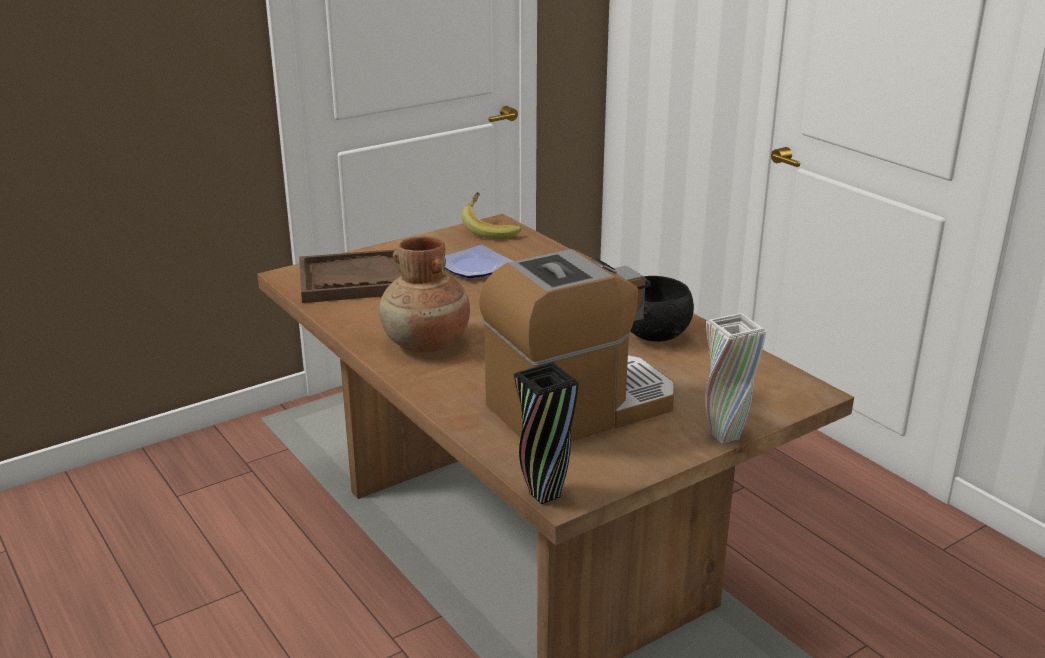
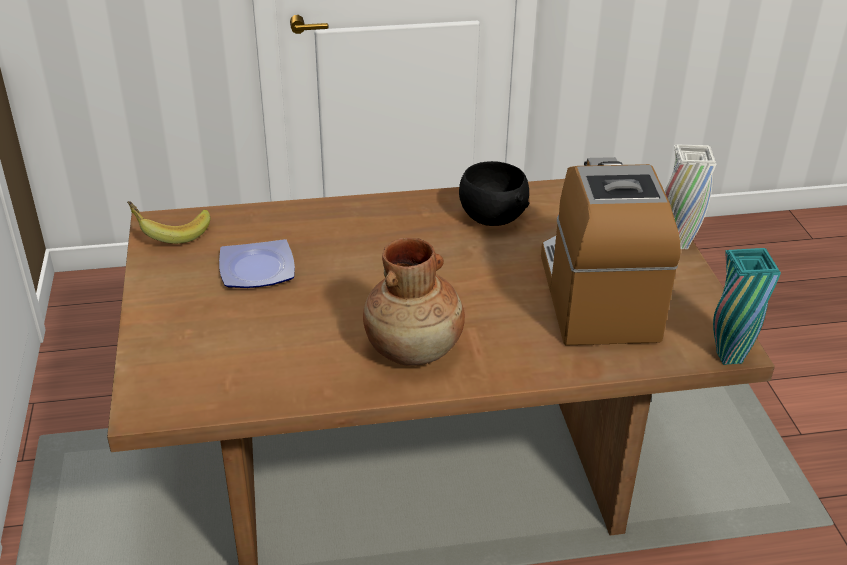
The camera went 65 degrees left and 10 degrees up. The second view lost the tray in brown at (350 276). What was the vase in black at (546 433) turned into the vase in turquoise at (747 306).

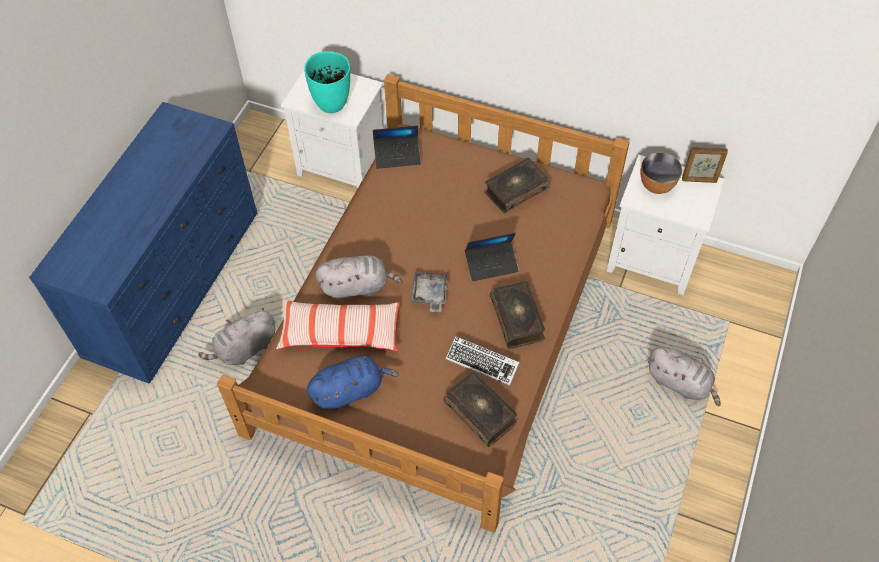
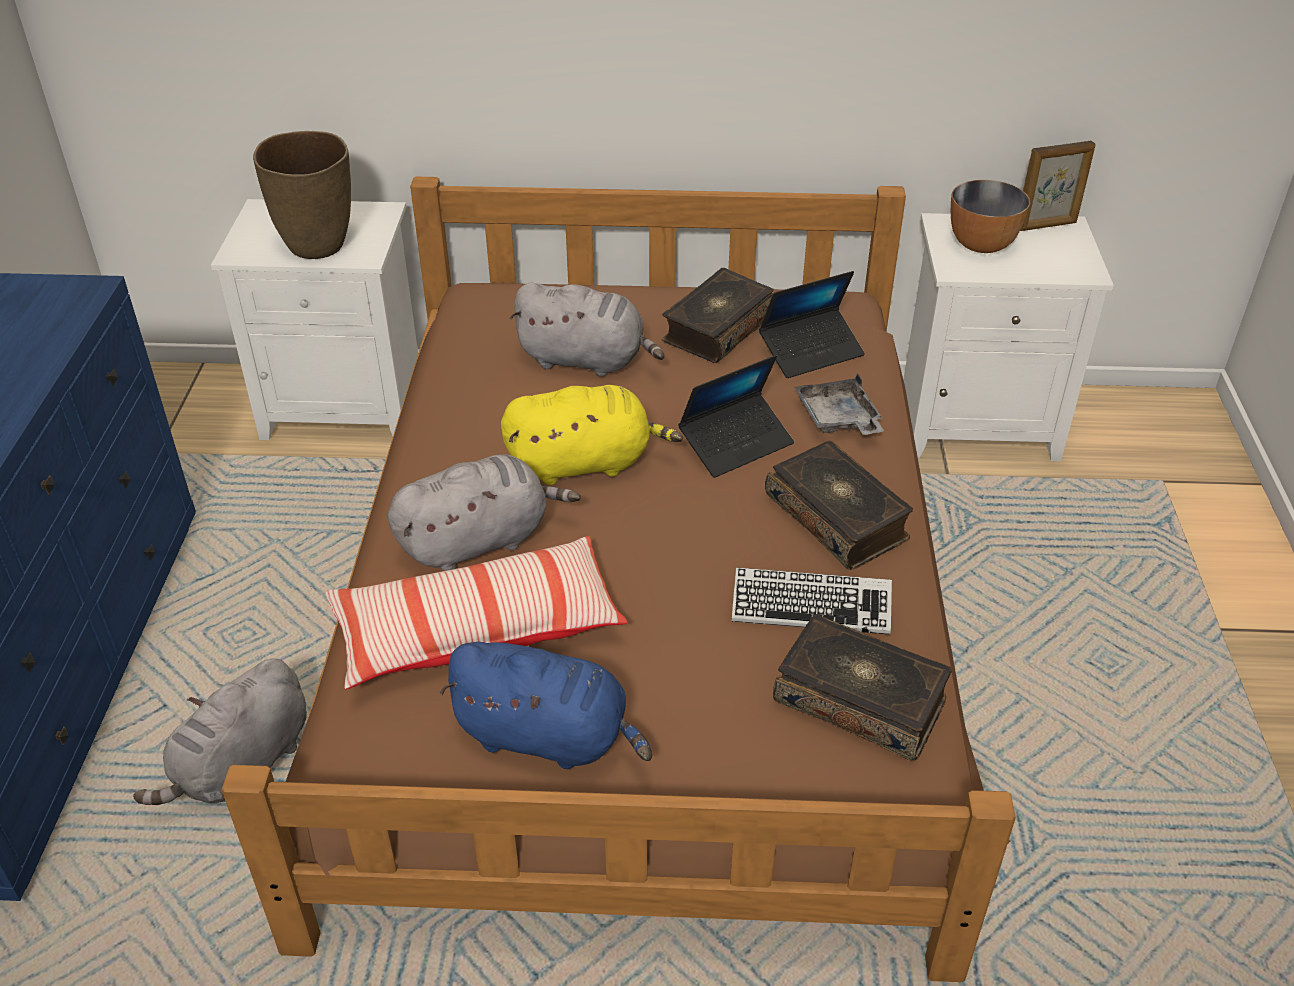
The camera went 20 degrees left and 15 degrees down. The second view gained the plush toy in yellow at (592 435). The laptop ended up elsewhere, having gone from (397 147) to (812 324). The tray in grey ended up elsewhere, having gone from (429 292) to (839 404). The plush toy in grey ended up elsewhere, having gone from (684 376) to (587 330). What was the vase in turquoise at (327 82) turned into the vase in brown at (302 195). The plush toy in blue at (353 383) ended up facing another way, 60 degrees clockwise from before.

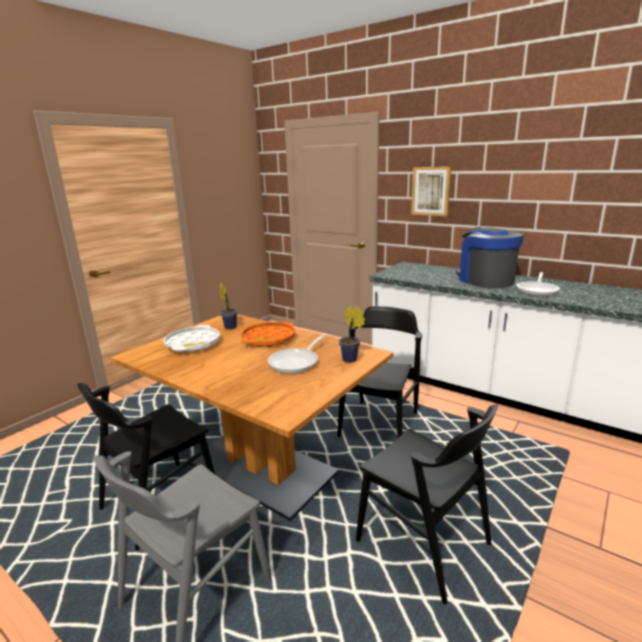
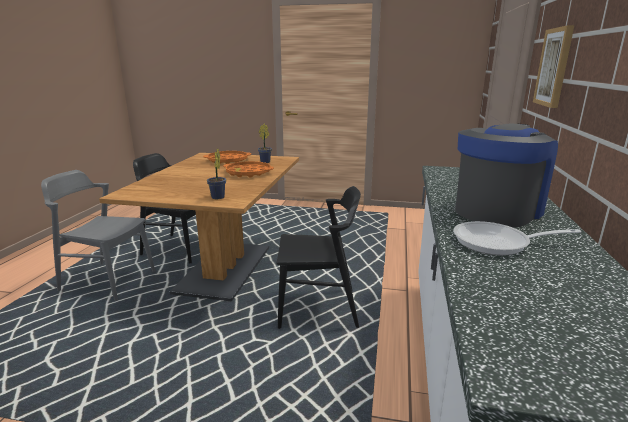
The camera went 65 degrees right and 0 degrees up. The second view lost the frying pan at (297 354). The second view lost the chair in black at (427 504). What was the tray in white at (192 338) turned into the tray in orange at (227 157).

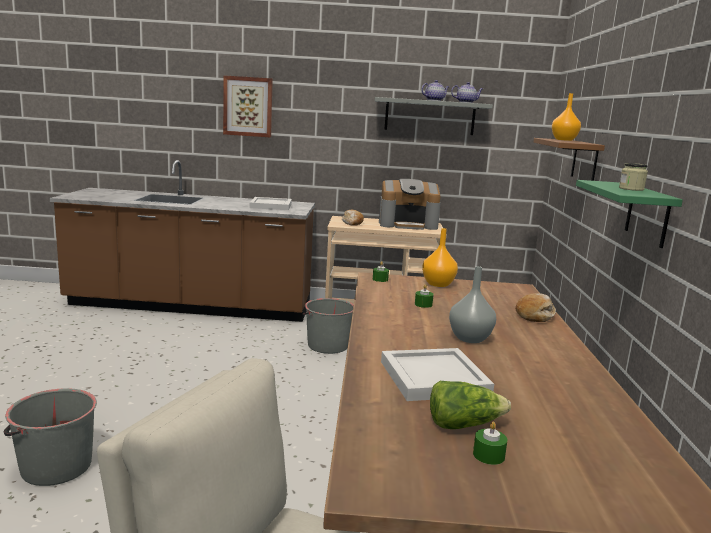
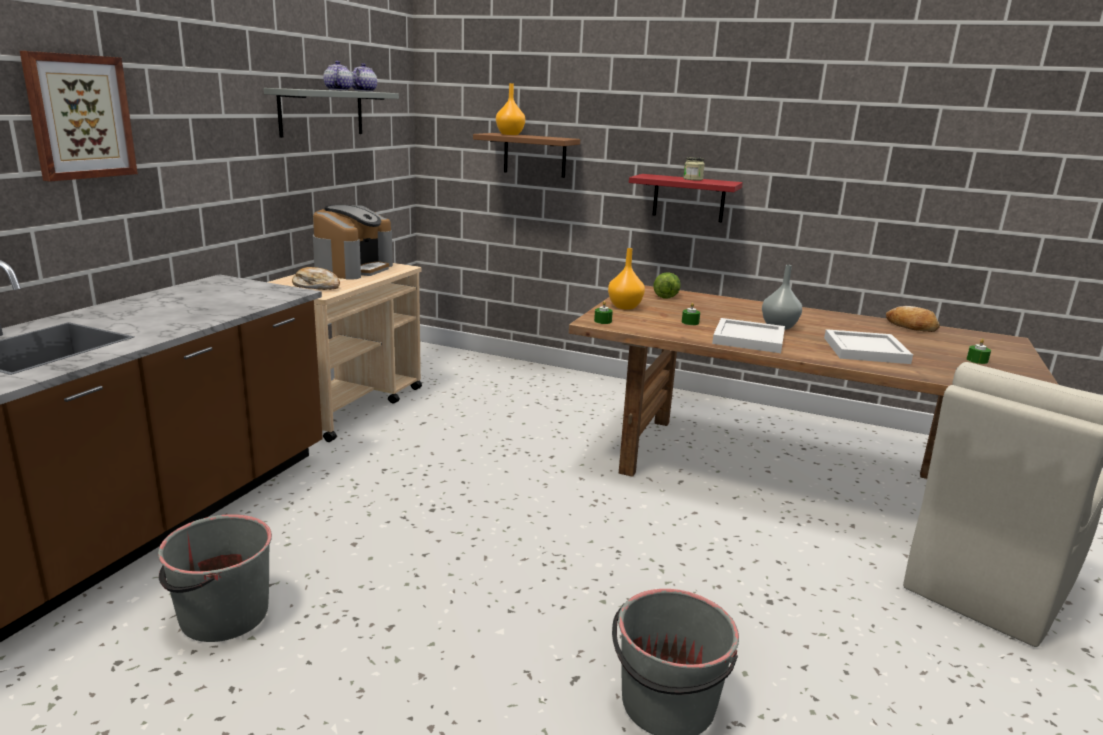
The camera went 70 degrees left and 5 degrees up. The tray in white ended up elsewhere, having gone from (270 203) to (748 335). The bucket in grey ended up elsewhere, having gone from (328 326) to (215 578). The lettuce ended up elsewhere, having gone from (470 405) to (667 286). The bread ended up elsewhere, having gone from (535 307) to (913 319). What was the shelf in green at (629 214) turned into the shelf in red at (686 198).

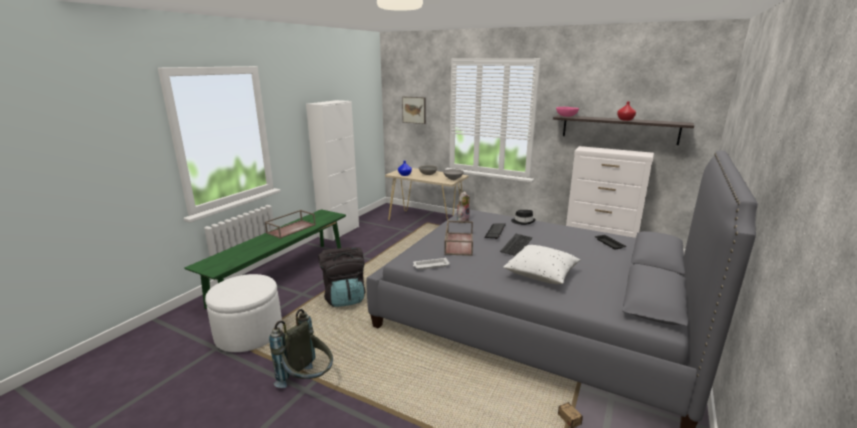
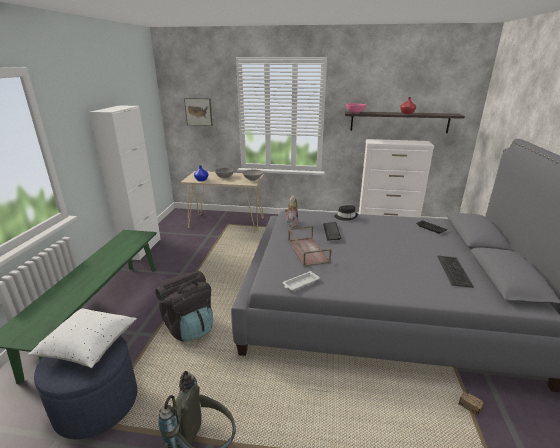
The camera went 20 degrees left and 5 degrees up. The second view lost the tray in brown at (290 224). The keyboard ended up elsewhere, having gone from (516 245) to (455 271). The pillow in white ended up elsewhere, having gone from (541 264) to (82 338). What was the ottoman in white at (243 313) turned into the ottoman in blue at (85 387).

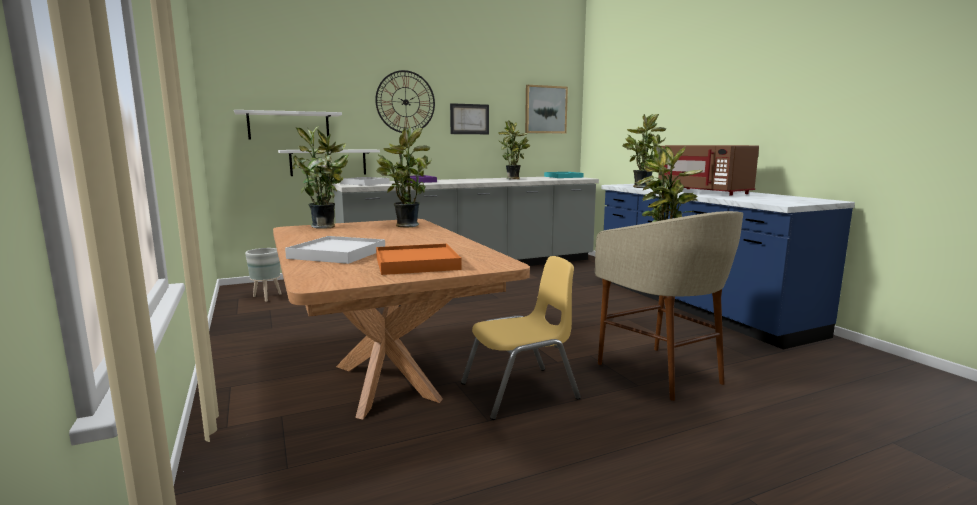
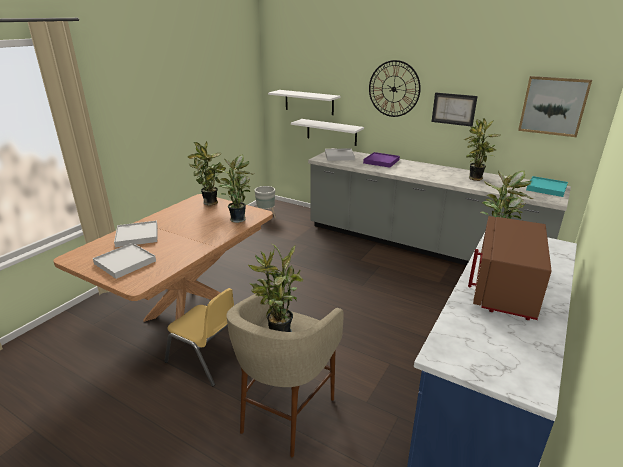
The camera went 55 degrees right and 15 degrees up. What was the tray in orange at (419 259) turned into the tray in white at (124 261).

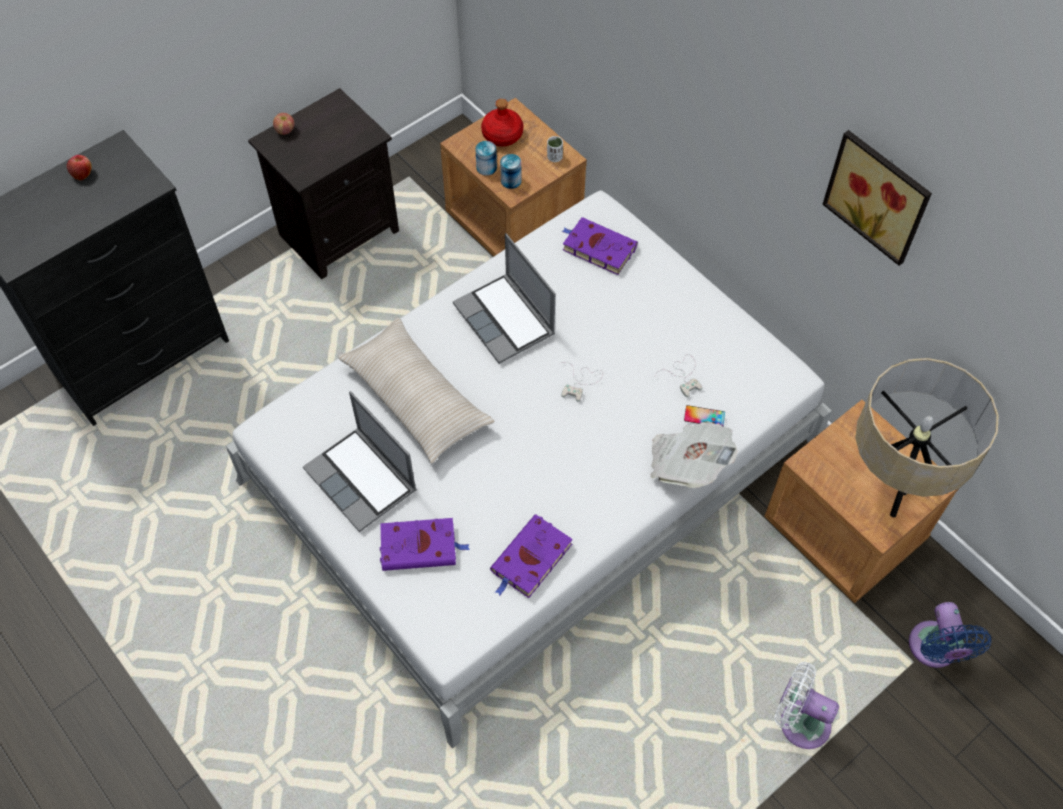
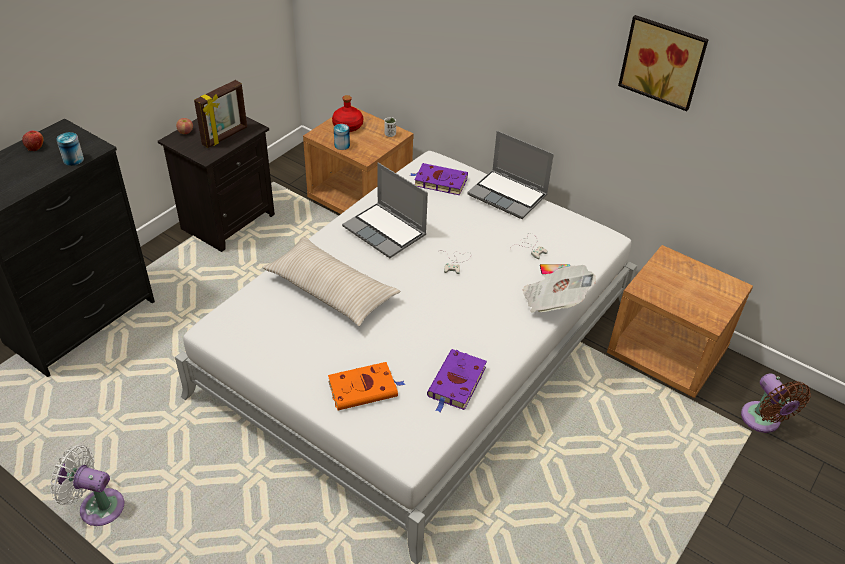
The camera went 15 degrees left and 15 degrees down. The second view lost the table lamp in beige at (927 437). The second view gained the picture frame at (220 114). The laptop ended up elsewhere, having gone from (360 461) to (510 175). The can ended up elsewhere, having gone from (511 171) to (70 149). The fan in white ended up elsewhere, having gone from (806 705) to (87 485). What was the book in purple at (425 544) turned into the book in orange at (367 386). What was the fan in blue at (950 635) turned into the fan in brown at (776 403).

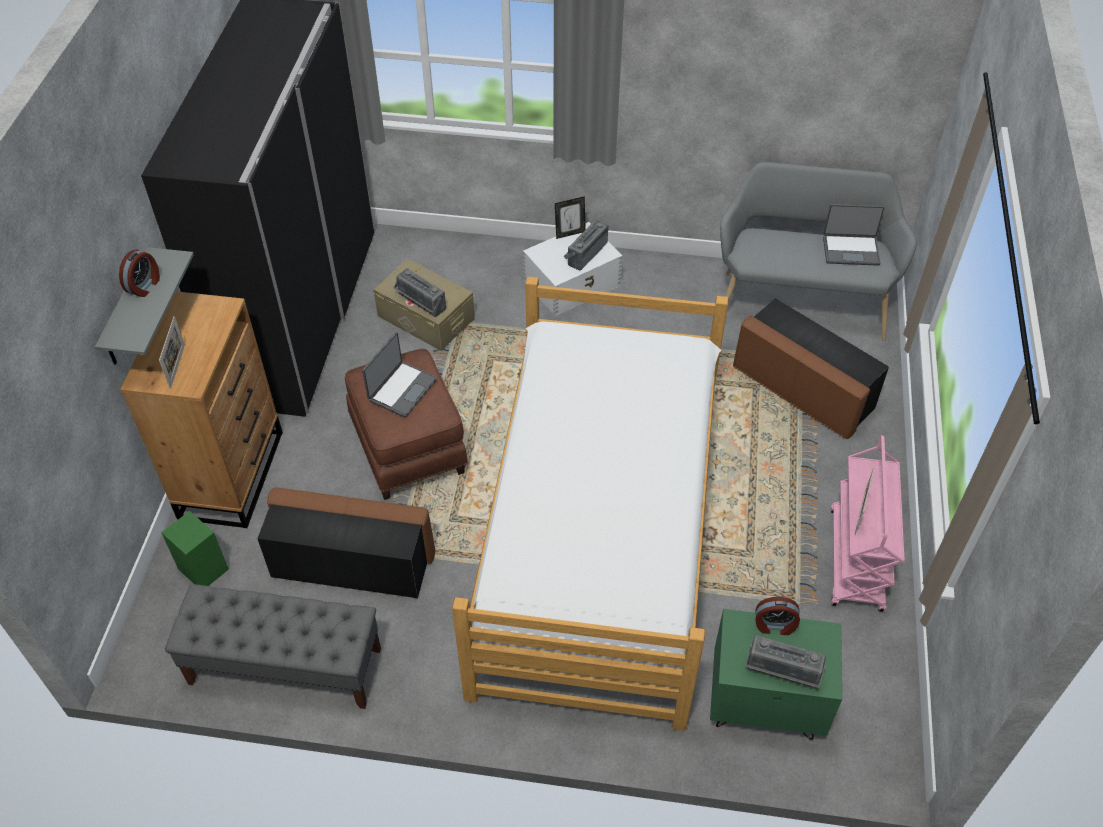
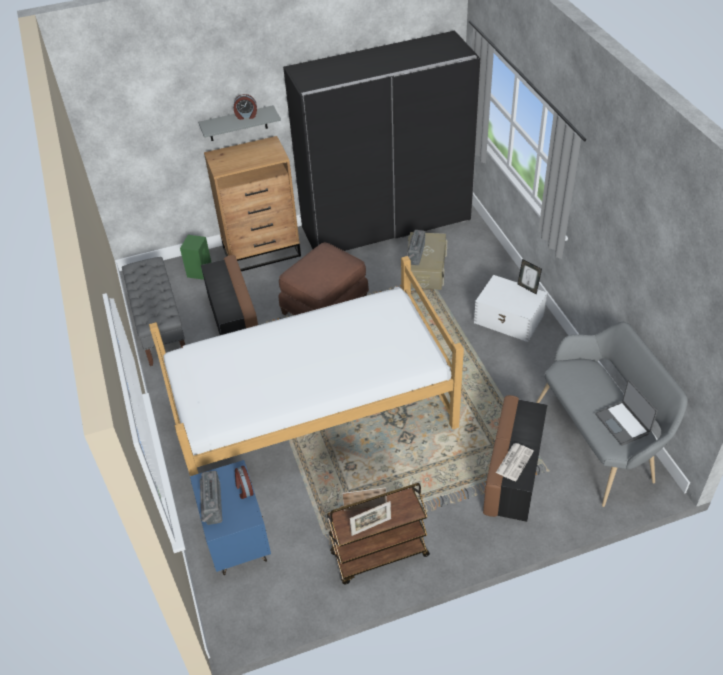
The camera went 65 degrees right and 5 degrees down. The second view lost the laptop at (399 375). The second view lost the radio at (586 244). The second view gained the newspaper at (515 462). The picture frame ended up elsewhere, having gone from (172 352) to (370 518). What was the nightstand in green at (776 674) turned into the nightstand in blue at (230 517). What was the cart in pink at (867 523) turned into the cart in brown at (378 534).

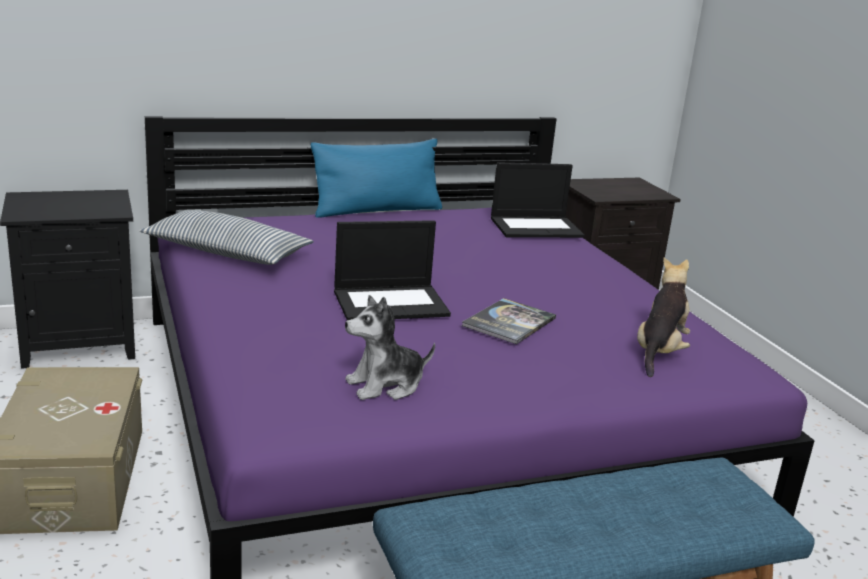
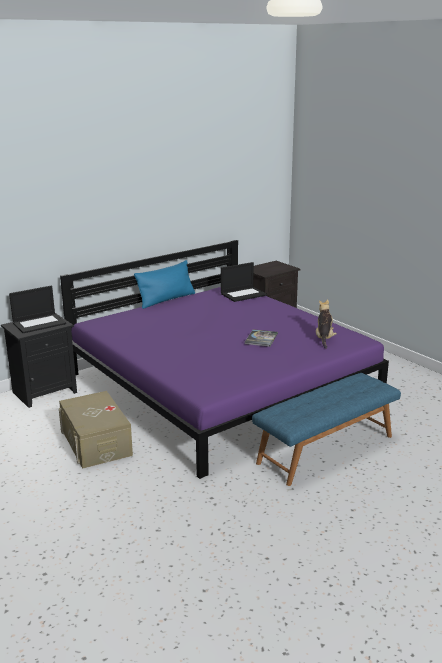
The camera went 15 degrees left and 0 degrees up. The second view lost the pillow at (227 237). The second view lost the plush toy at (390 347). The laptop ended up elsewhere, having gone from (392 270) to (37 309).

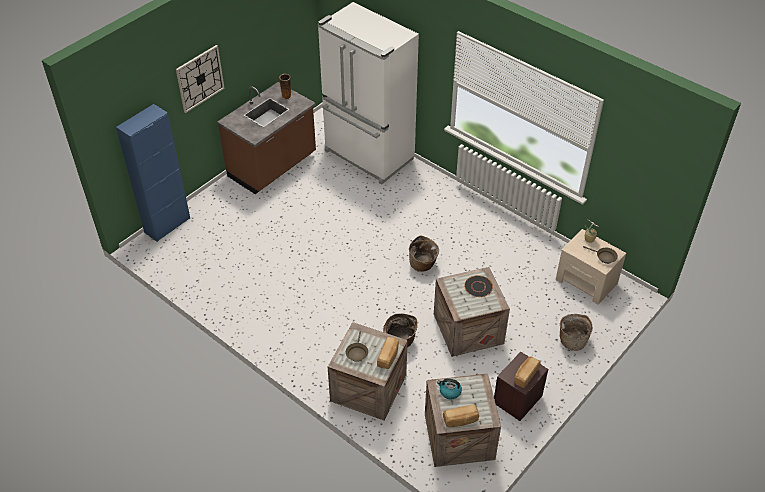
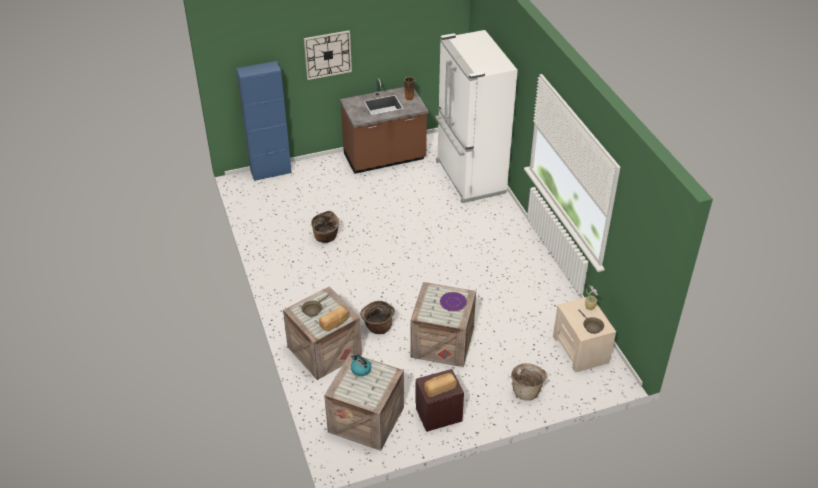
The camera went 30 degrees right and 5 degrees down. The second view lost the bread at (461 416). The basket ended up elsewhere, having gone from (424 254) to (325 227). What was the plate in black at (478 286) turned into the plate in purple at (453 302).

